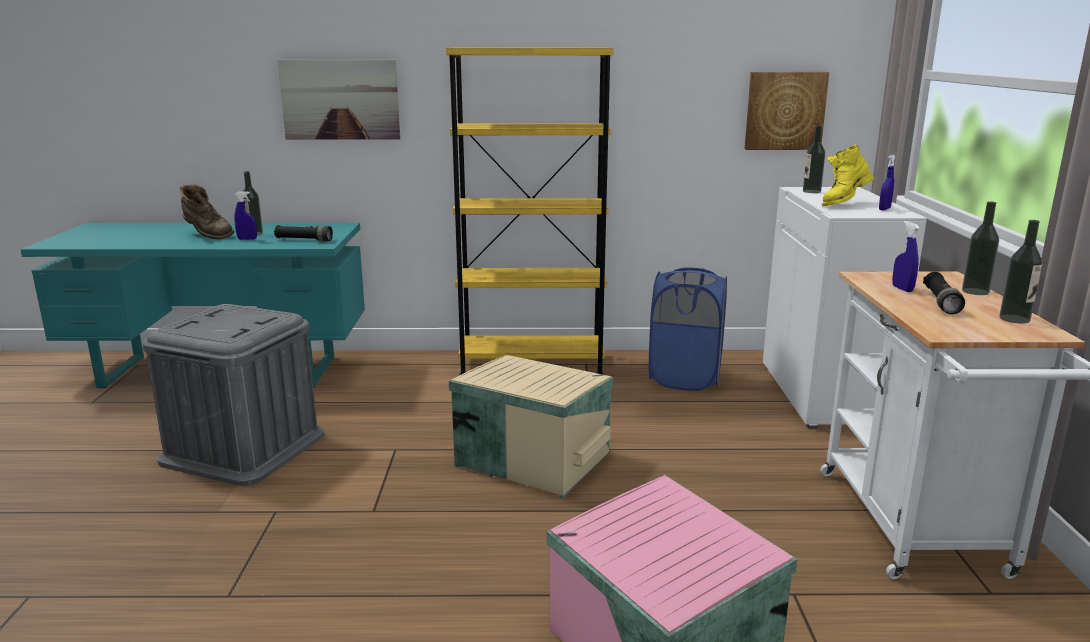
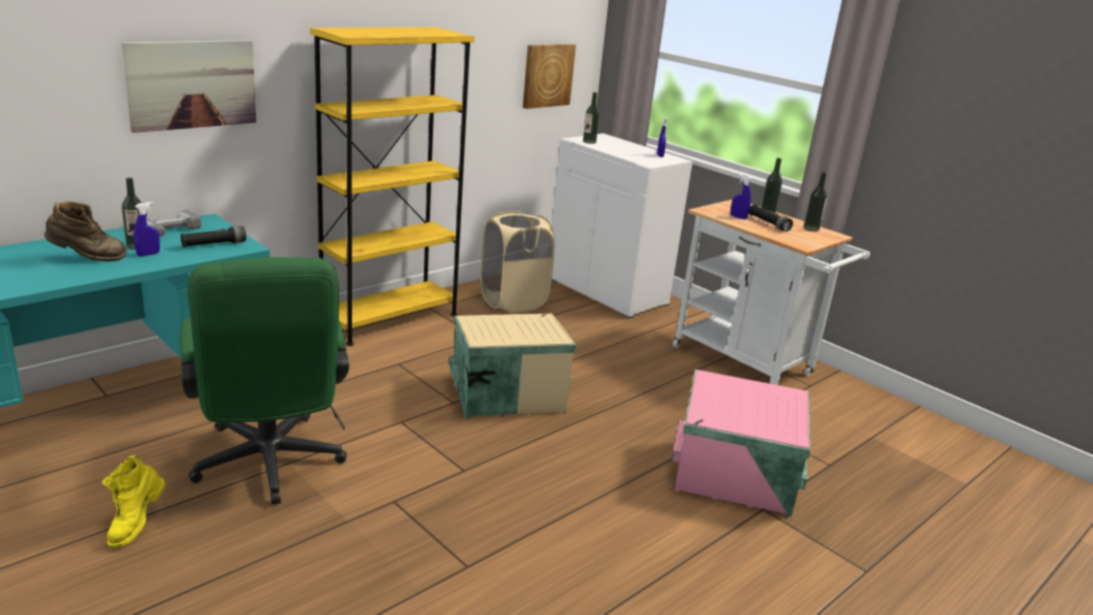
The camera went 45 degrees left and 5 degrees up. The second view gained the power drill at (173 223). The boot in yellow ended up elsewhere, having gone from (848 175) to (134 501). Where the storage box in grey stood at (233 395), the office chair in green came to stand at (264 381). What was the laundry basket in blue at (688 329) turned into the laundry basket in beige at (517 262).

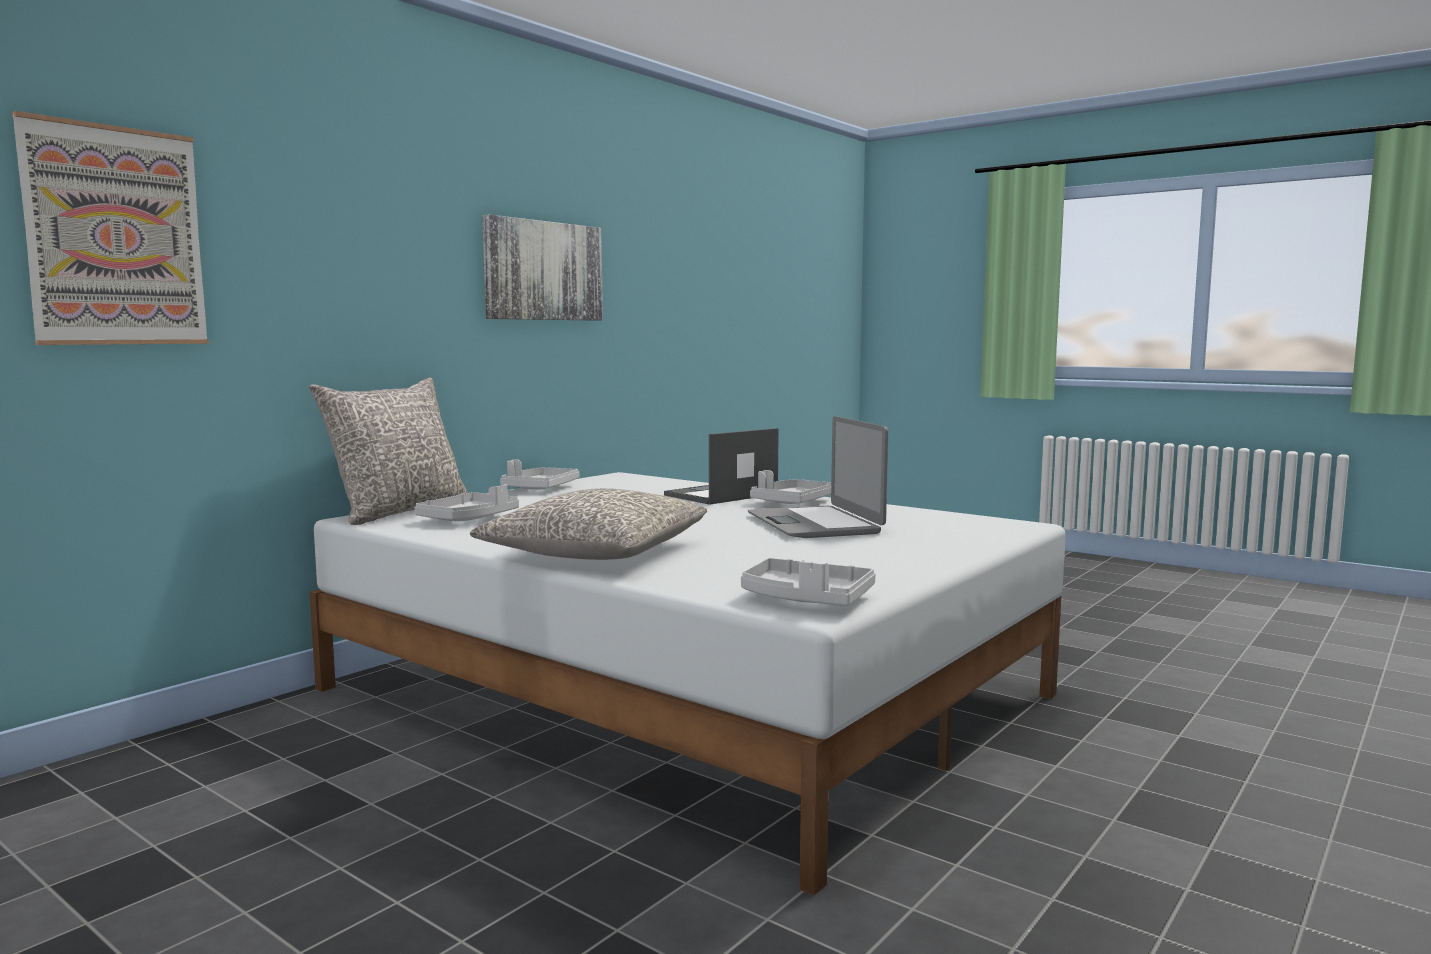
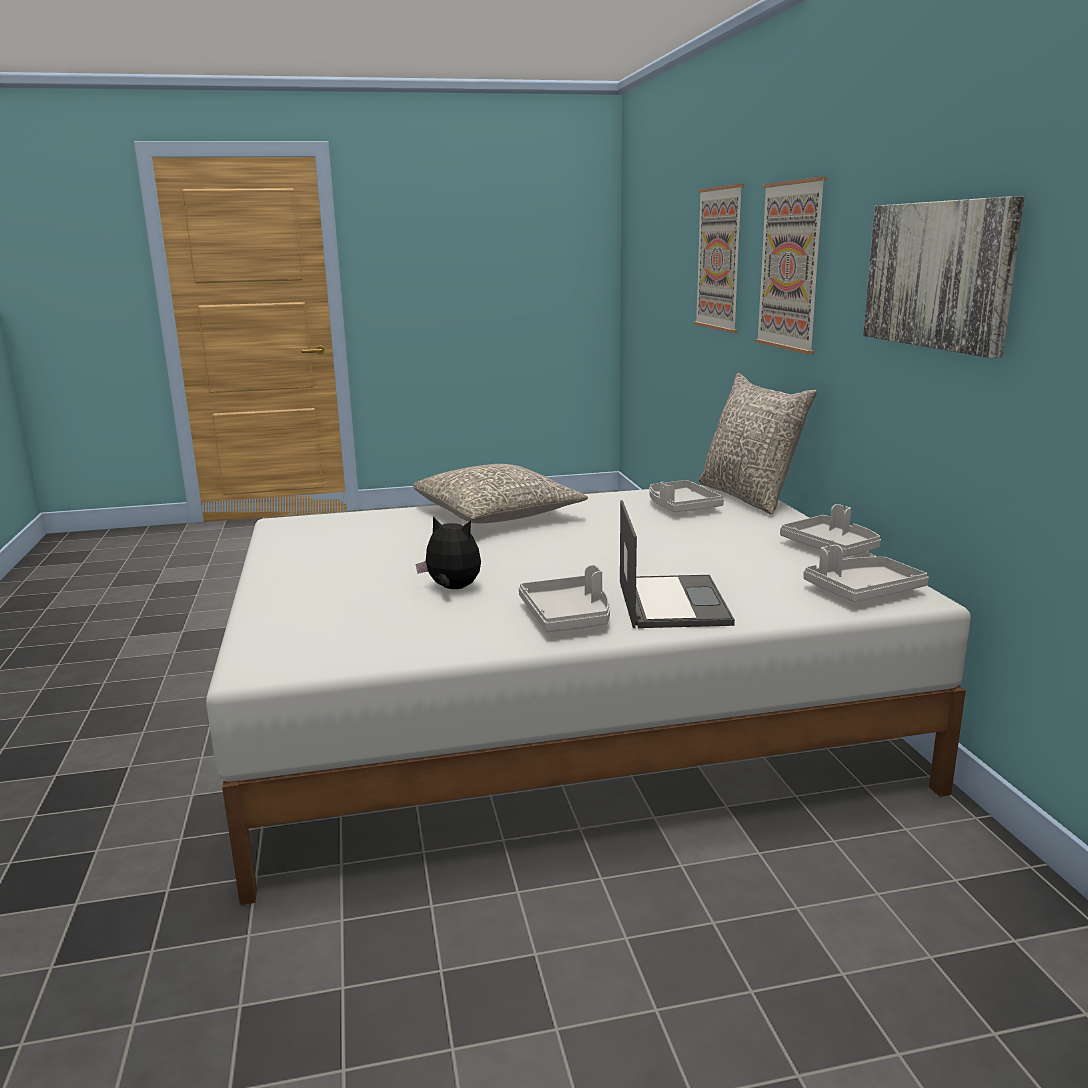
The camera went 130 degrees right and 10 degrees up. The second view gained the picture at (791 265). The tray in grey ended up elsewhere, having gone from (808 582) to (866 573). Where the laptop stood at (818 477), the plush toy came to stand at (448 552).

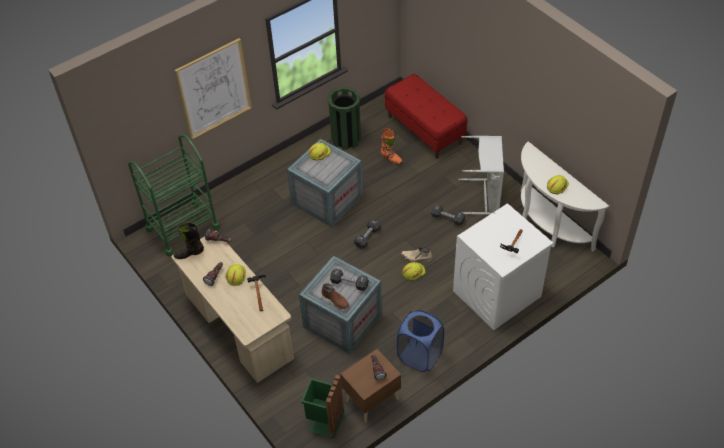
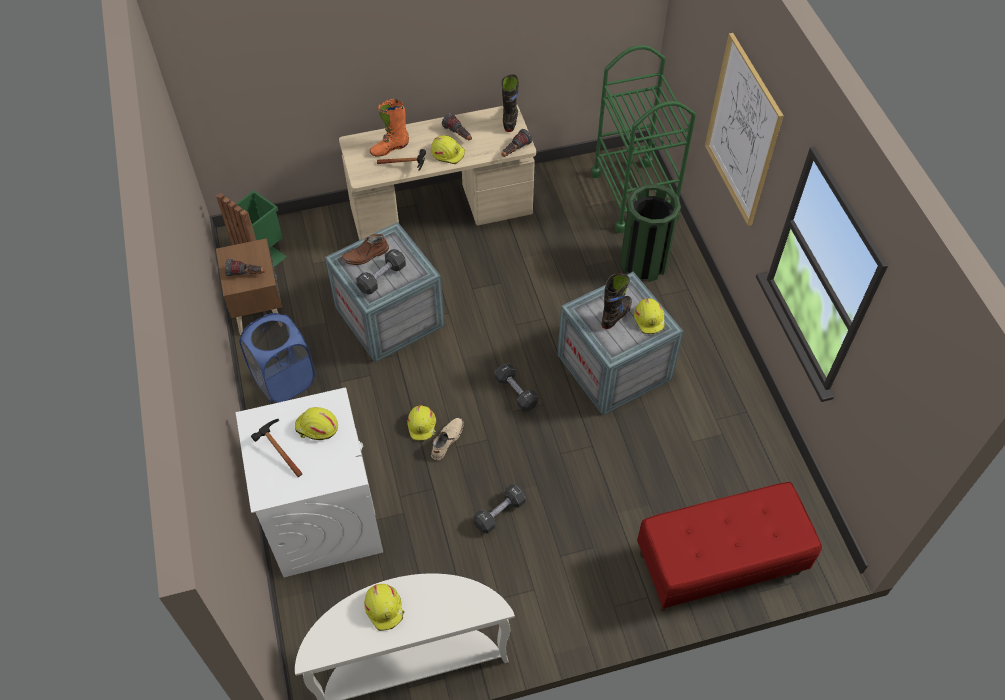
The camera went 110 degrees right and 5 degrees up. The second view lost the laundry basket in grey at (481 175). The second view gained the hard hat in yellow at (316 423). The second view gained the boot in black at (616 301). The trash can in green ended up elsewhere, having gone from (344 118) to (651 233). The boot in orange ended up elsewhere, having gone from (392 146) to (389 128).

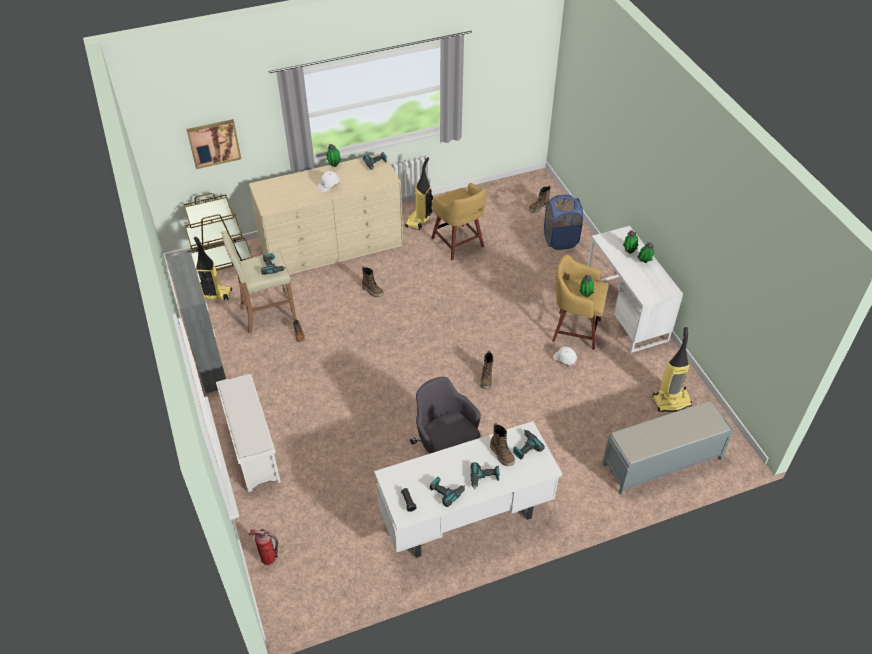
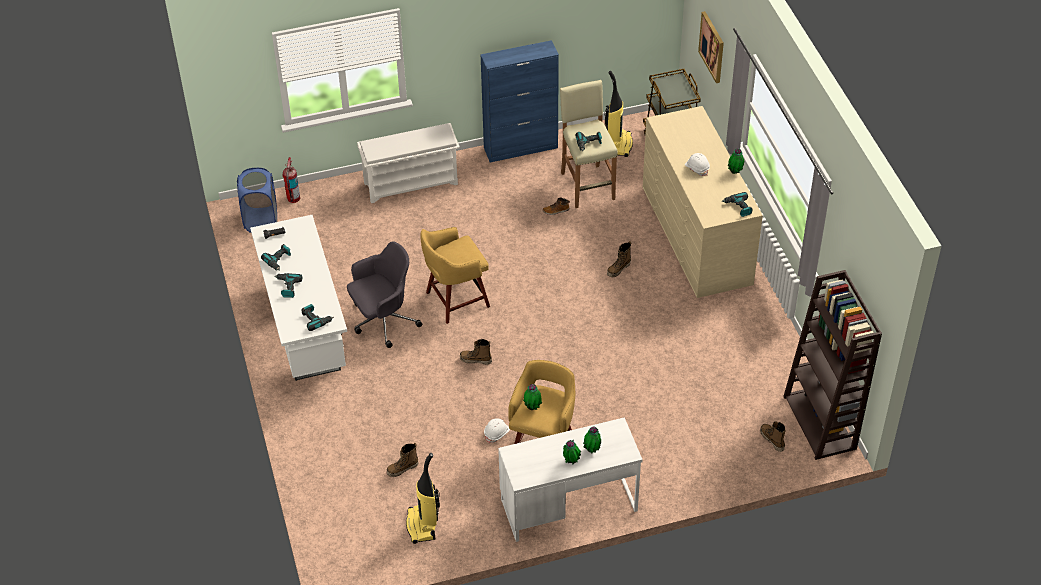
The camera went 95 degrees right and 0 degrees up. The second view lost the vacuum cleaner at (419 193). The second view lost the bench in grey at (668 448). The second view gained the bookcase in brown at (832 365). The stool in yellow ended up elsewhere, having gone from (458 221) to (455 275). The boot ended up elsewhere, having gone from (502 444) to (402 460). The laundry basket in blue ended up elsewhere, having gone from (563 222) to (257 200). What was the cabinet in grey at (196 322) turned into the cabinet in blue at (519 101).

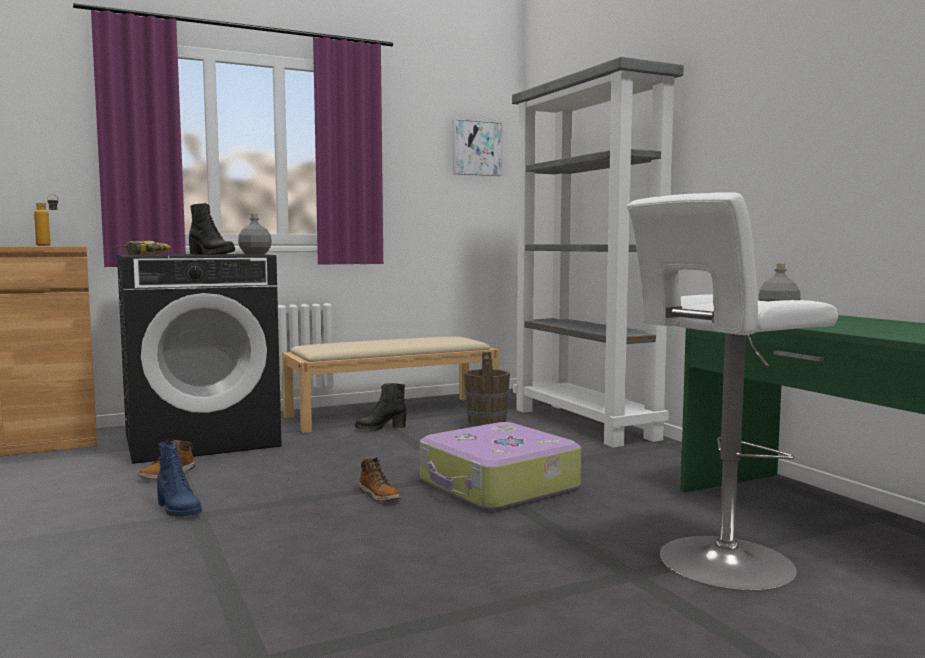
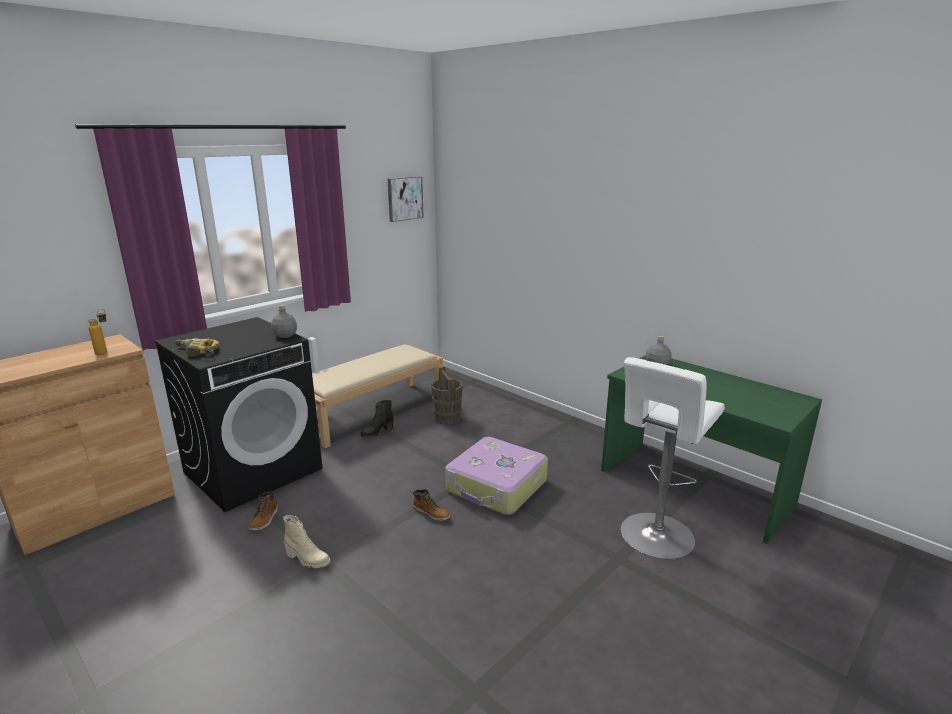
The camera went 20 degrees left and 15 degrees up. The second view lost the boot in black at (212 229). The second view lost the bookcase in grey at (598 252). What was the boot in blue at (179 479) turned into the boot in beige at (306 541).

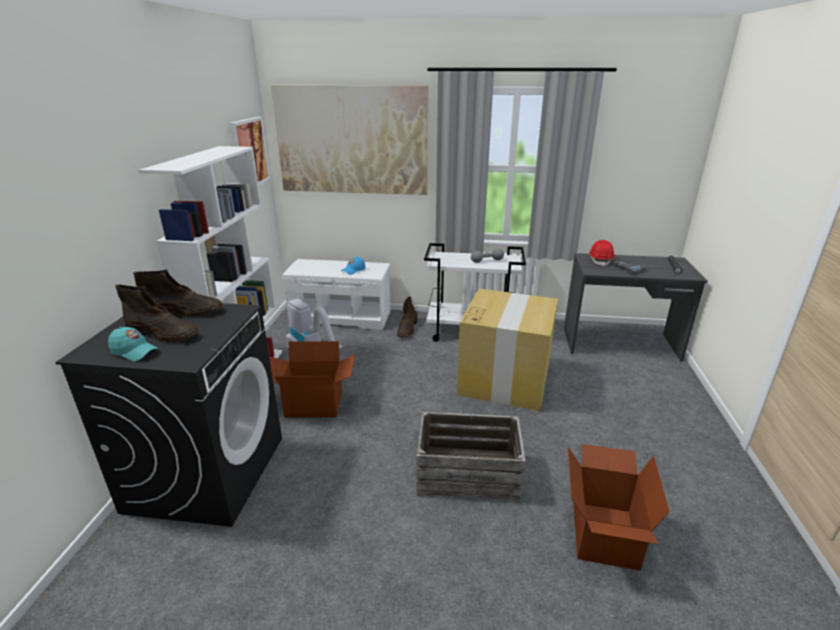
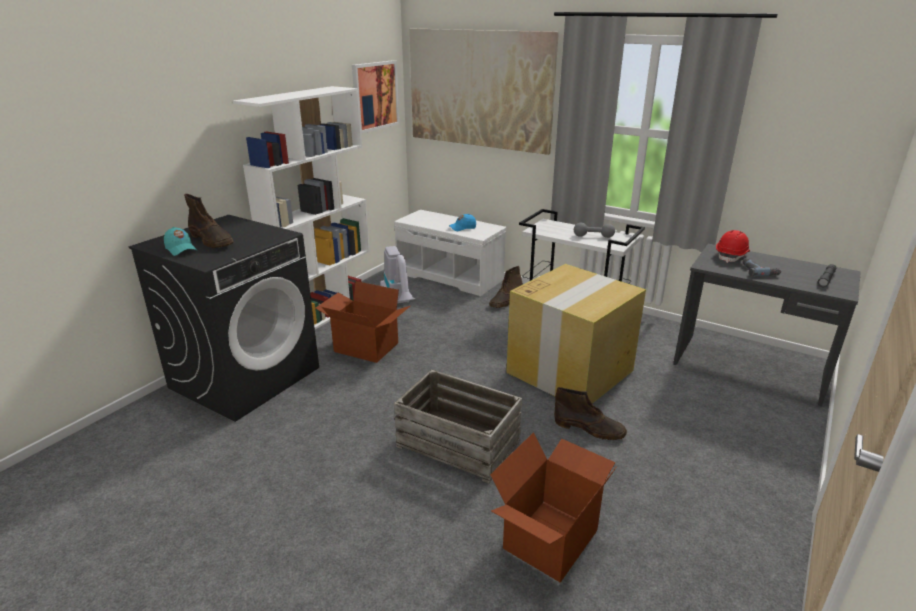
The camera went 25 degrees right and 0 degrees up. The boot in brown ended up elsewhere, having gone from (178 293) to (590 413).

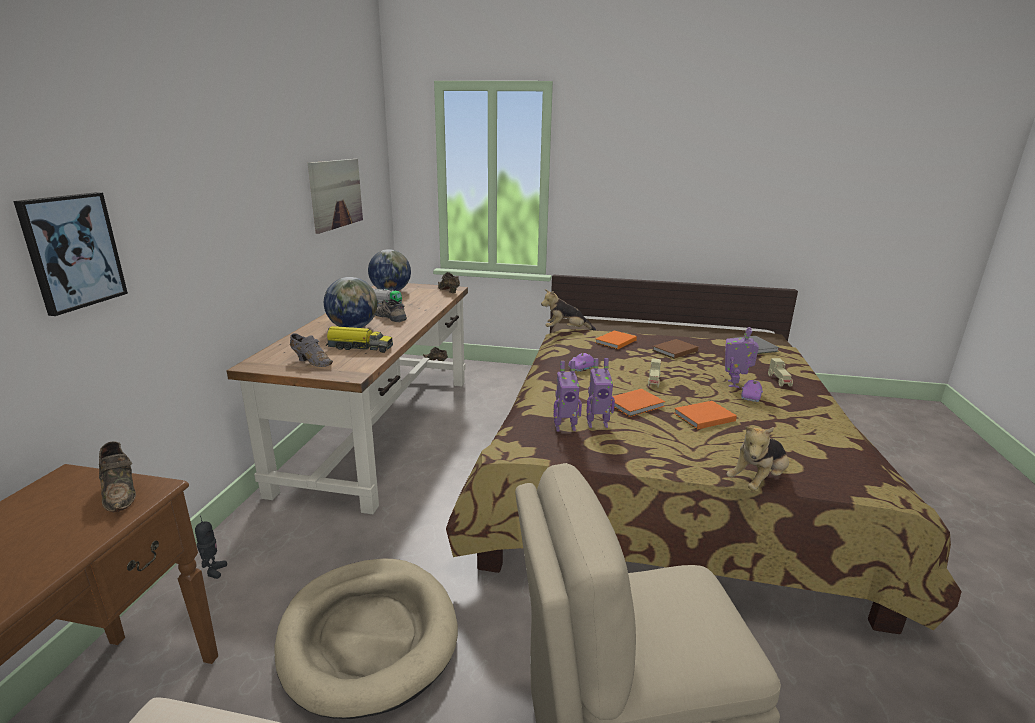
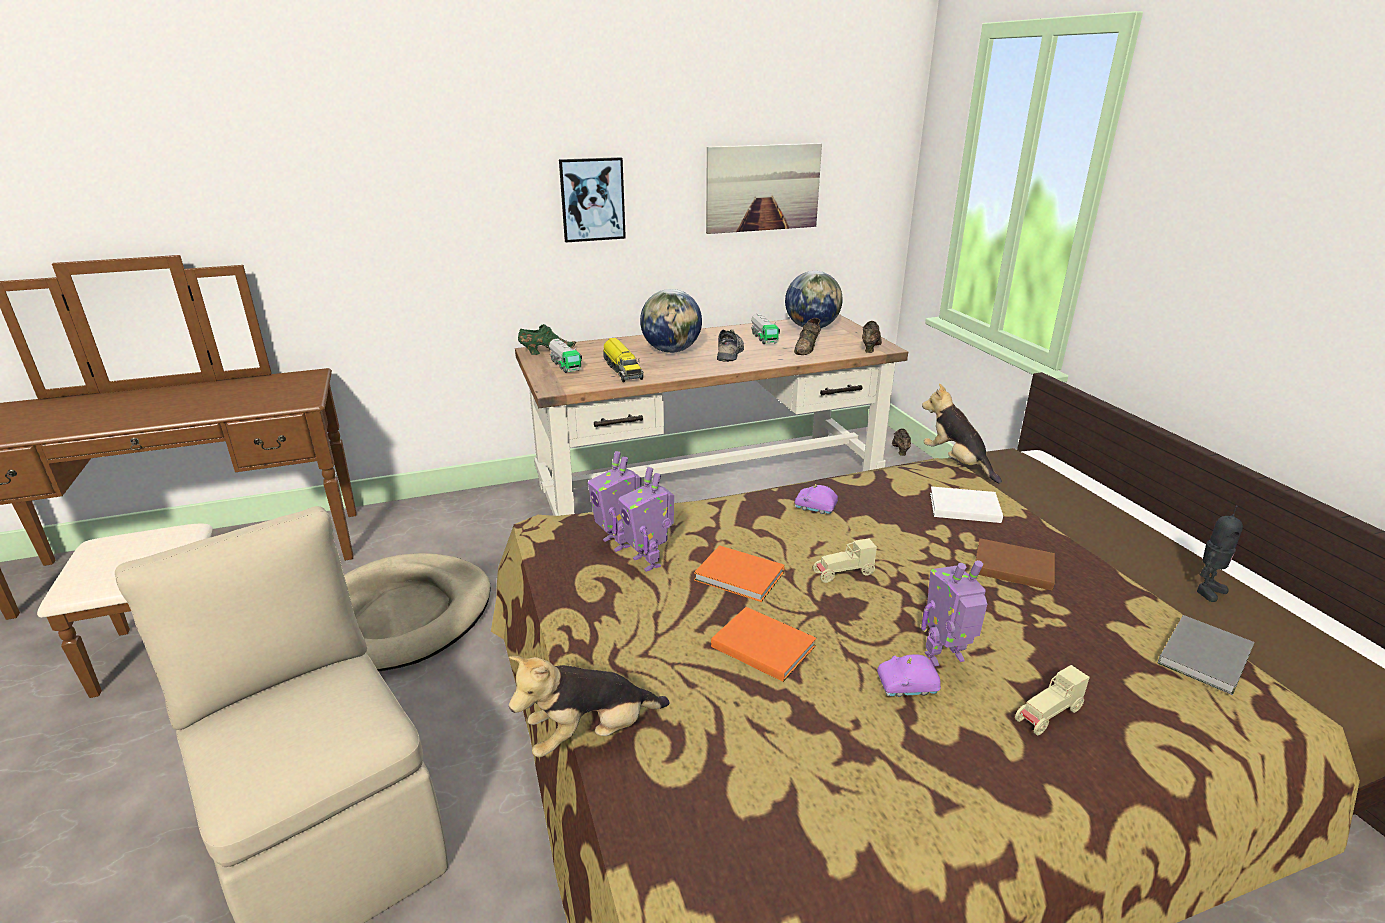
The camera went 60 degrees right and 5 degrees up. The second view gained the shoe in green at (547 339). The picture ended up elsewhere, having gone from (70 254) to (592 199). The shoe in brown ended up elsewhere, having gone from (117 476) to (807 336). The toy robot ended up elsewhere, having gone from (211 547) to (1220 553). Where the shoe in grey stood at (311 350), the toy truck came to stand at (565 356). What was the book in orange at (616 339) turned into the book in white at (966 504). The plush toy at (757 458) ended up facing another way, 45 degrees counterclockwise from before.

